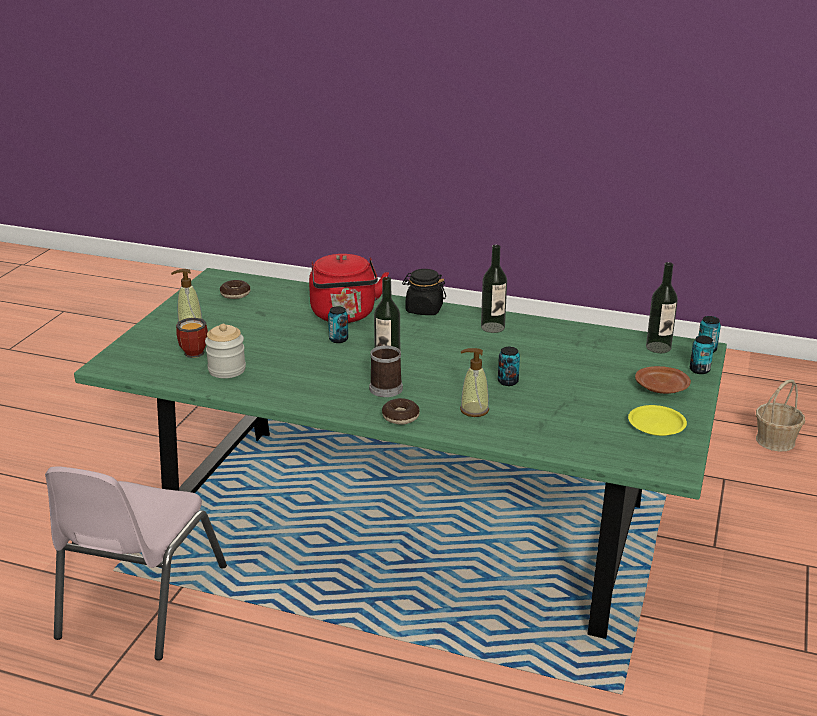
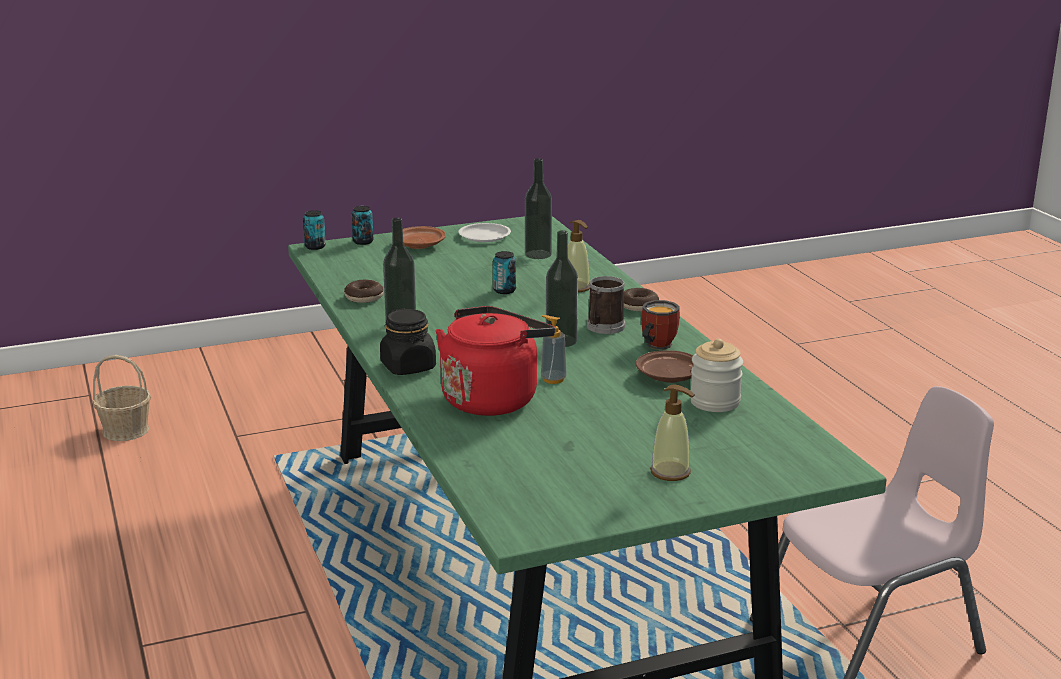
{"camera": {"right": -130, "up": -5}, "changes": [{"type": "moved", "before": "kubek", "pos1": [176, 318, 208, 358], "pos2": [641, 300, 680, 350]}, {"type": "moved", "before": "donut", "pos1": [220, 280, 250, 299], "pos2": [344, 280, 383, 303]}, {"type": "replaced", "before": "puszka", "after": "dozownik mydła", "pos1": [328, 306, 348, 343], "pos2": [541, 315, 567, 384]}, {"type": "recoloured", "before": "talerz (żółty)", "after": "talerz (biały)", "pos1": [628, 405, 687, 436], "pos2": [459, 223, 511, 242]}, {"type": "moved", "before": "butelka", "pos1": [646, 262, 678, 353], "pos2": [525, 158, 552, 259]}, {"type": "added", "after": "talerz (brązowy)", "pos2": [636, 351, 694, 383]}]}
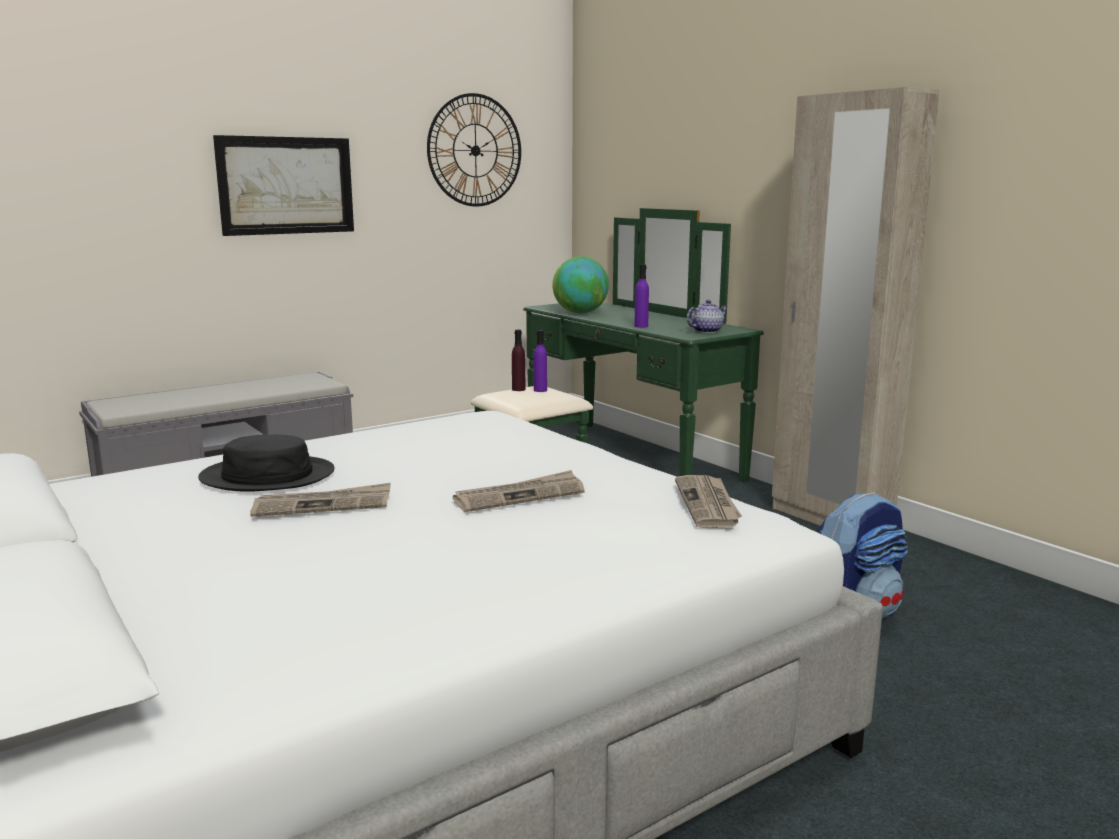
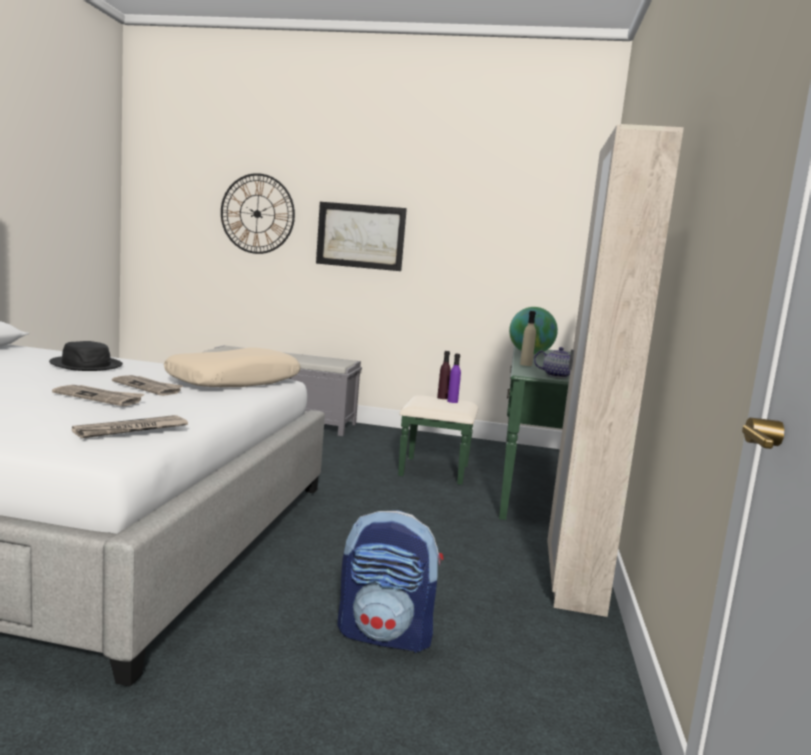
{"camera": {"right": 45, "up": -5}, "changes": [{"type": "moved", "before": "gazeta", "pos1": [250, 483, 391, 517], "pos2": [112, 375, 183, 396]}, {"type": "moved", "before": "zegar ścienny", "pos1": [427, 93, 521, 207], "pos2": [221, 173, 295, 254]}, {"type": "recoloured", "before": "butelka (fioletowy)", "after": "butelka (beżowy)", "pos1": [635, 264, 649, 328], "pos2": [520, 311, 536, 366]}, {"type": "added", "after": "poduszka (beżowy)", "pos2": [164, 347, 301, 387]}]}
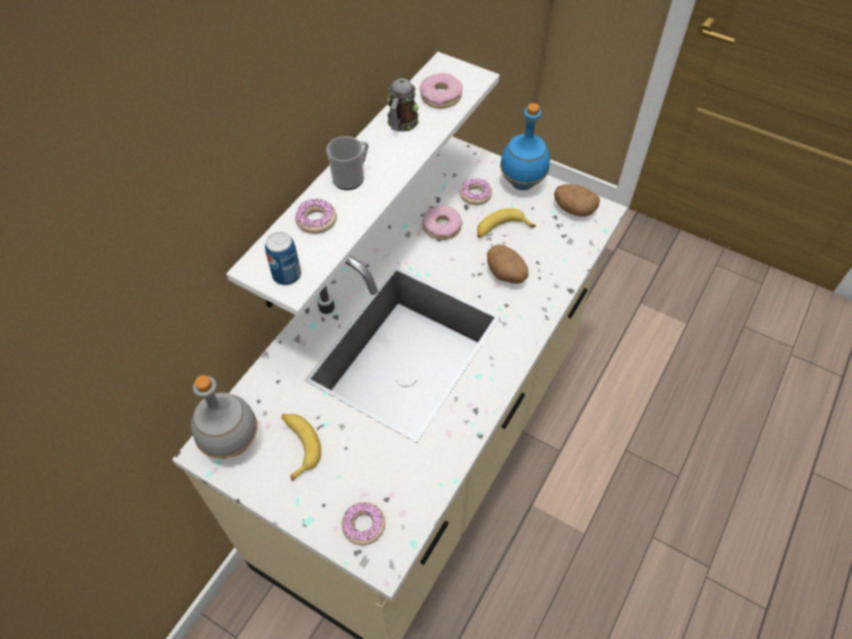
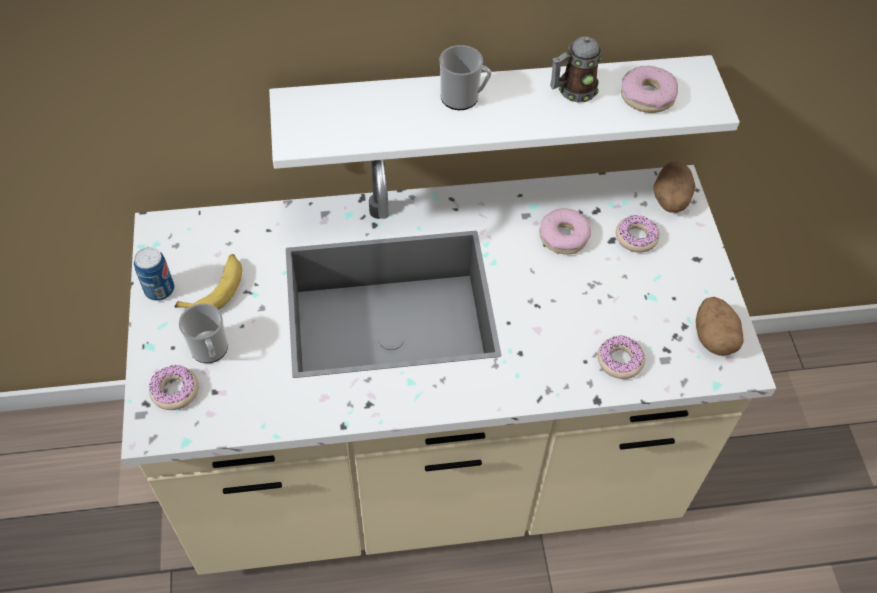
{"camera": {"right": 50, "up": 0}, "changes": [{"type": "removed", "before": "butelka (szary)", "pos1": [191, 375, 258, 459]}, {"type": "moved", "before": "puszka", "pos1": [265, 232, 301, 285], "pos2": [134, 247, 174, 301]}, {"type": "moved", "before": "donut", "pos1": [295, 199, 337, 234], "pos2": [598, 335, 645, 379]}, {"type": "removed", "before": "banan", "pos1": [477, 208, 536, 238]}, {"type": "moved", "before": "ziemniak", "pos1": [487, 245, 528, 284], "pos2": [653, 162, 696, 213]}, {"type": "removed", "before": "butelka (niebieski)", "pos1": [500, 103, 550, 190]}, {"type": "added", "after": "kubek", "pos2": [179, 303, 228, 363]}]}
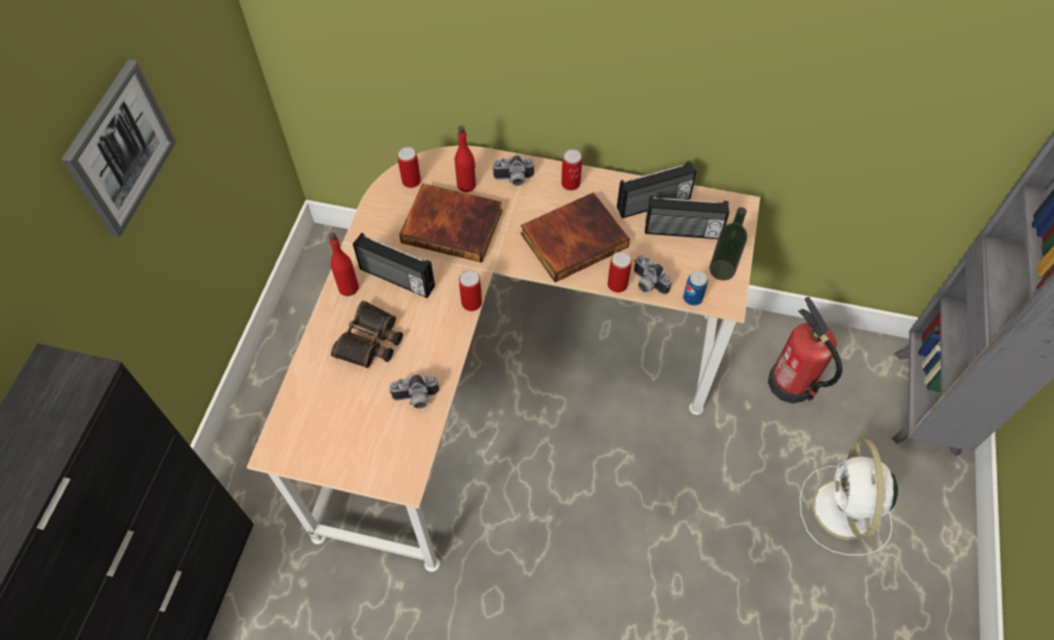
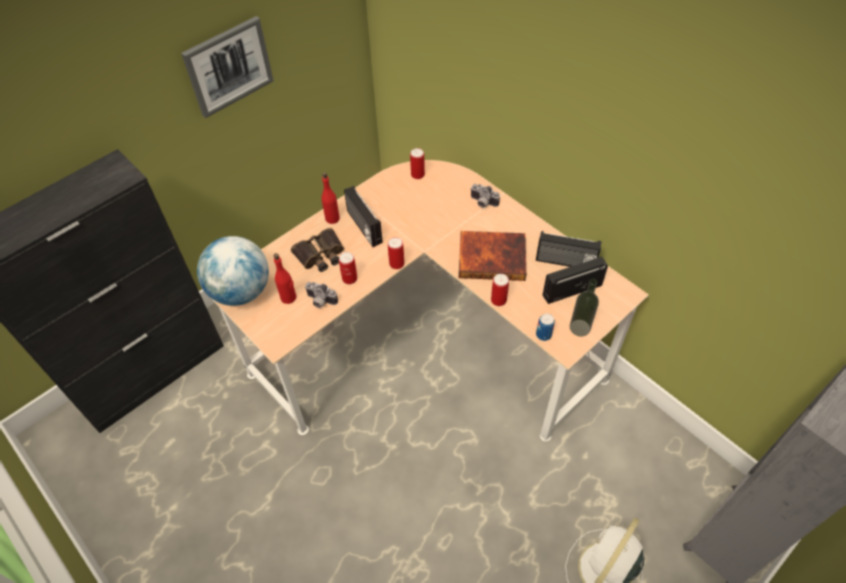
{"camera": {"right": 35, "up": -5}, "changes": [{"type": "removed", "before": "książka", "pos1": [399, 184, 502, 263]}, {"type": "moved", "before": "butelka (czerwony)", "pos1": [454, 125, 476, 192], "pos2": [274, 253, 296, 304]}, {"type": "moved", "before": "puszka", "pos1": [561, 149, 582, 191], "pos2": [339, 252, 357, 284]}, {"type": "removed", "before": "aparat fotograficzny", "pos1": [634, 255, 672, 295]}, {"type": "turned", "before": "radio", "pos1": [645, 195, 729, 239], "pos2": [543, 257, 608, 304], "turn": 120}, {"type": "removed", "before": "gaśnica", "pos1": [768, 297, 843, 404]}, {"type": "added", "after": "globus", "pos2": [197, 236, 269, 306]}]}
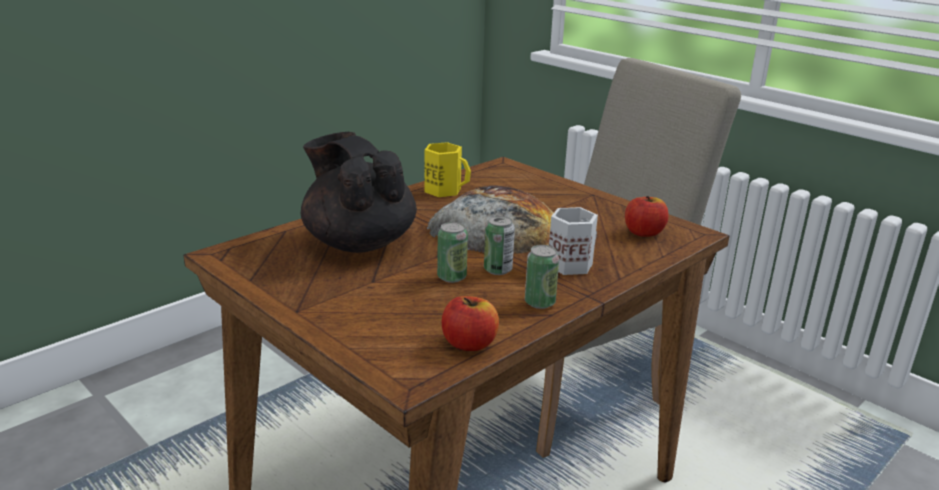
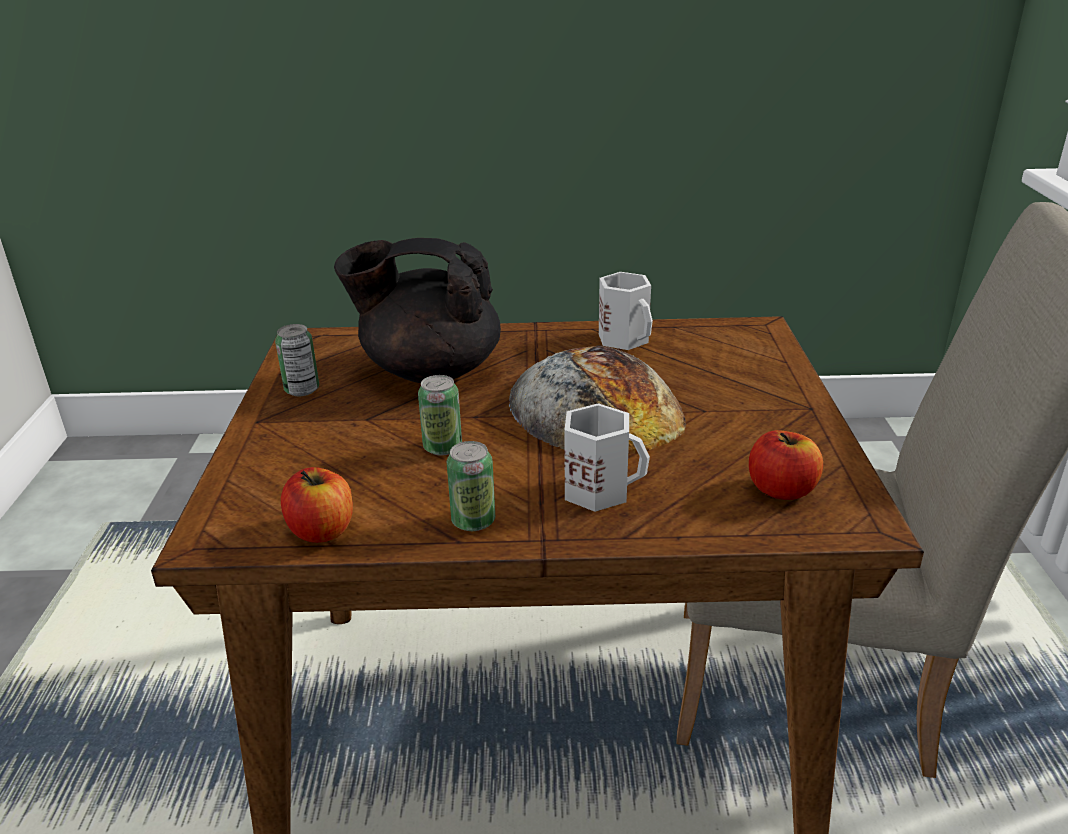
{"camera": {"right": 45, "up": 5}, "changes": [{"type": "turned", "before": "imbryk (czarny)", "pos1": [301, 132, 417, 253], "pos2": [334, 238, 501, 383], "turn": -90}, {"type": "recoloured", "before": "kubek (żółty)", "after": "kubek (biały)", "pos1": [424, 142, 471, 197], "pos2": [599, 272, 653, 350]}, {"type": "moved", "before": "puszka", "pos1": [484, 216, 515, 275], "pos2": [275, 324, 319, 396]}]}
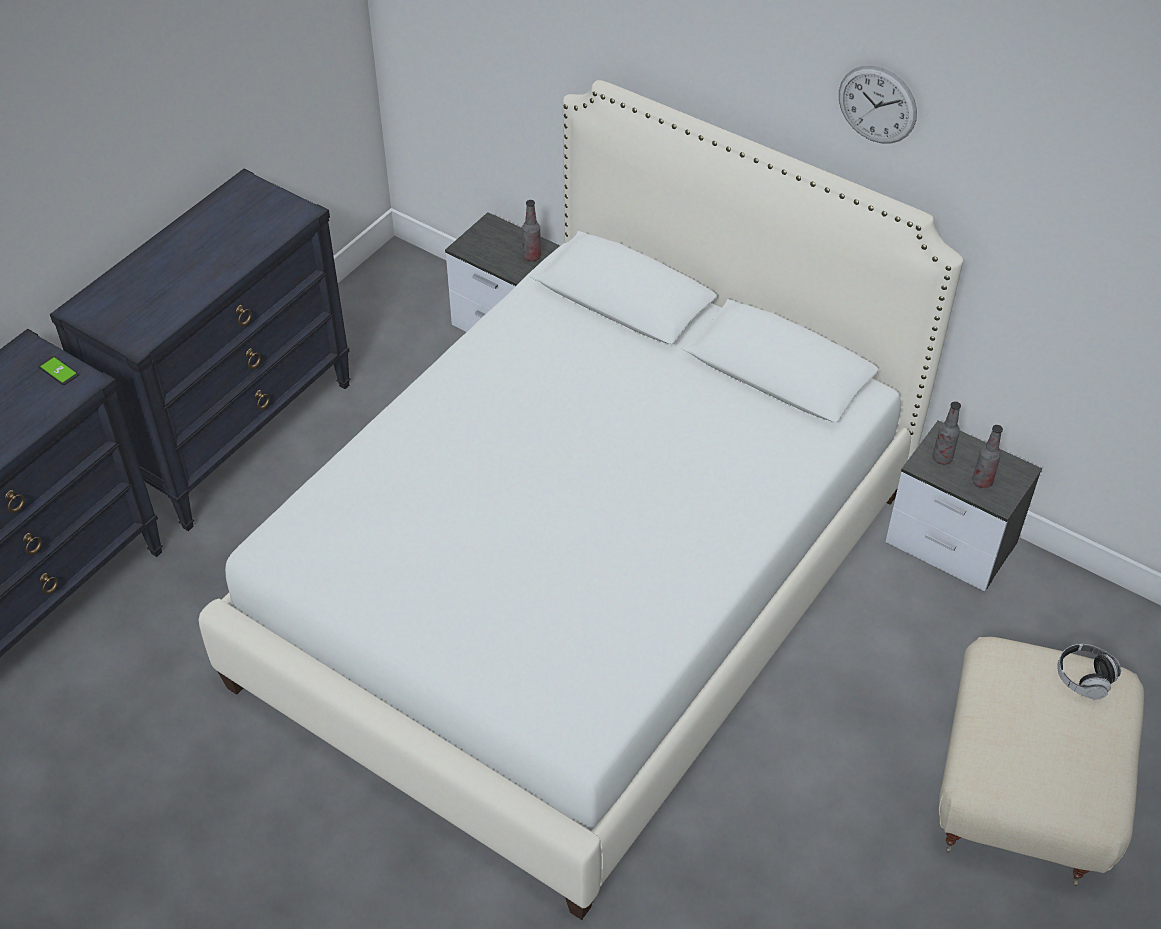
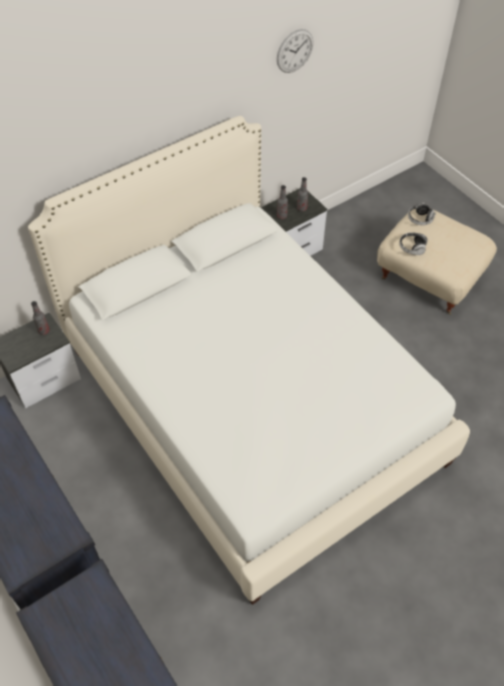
{"camera": {"right": -70, "up": 5}, "changes": [{"type": "removed", "before": "telefon", "pos1": [38, 356, 79, 385]}, {"type": "moved", "before": "zegar ścienny", "pos1": [839, 65, 917, 144], "pos2": [277, 29, 313, 73]}, {"type": "added", "after": "słuchawki", "pos2": [399, 232, 428, 255]}]}
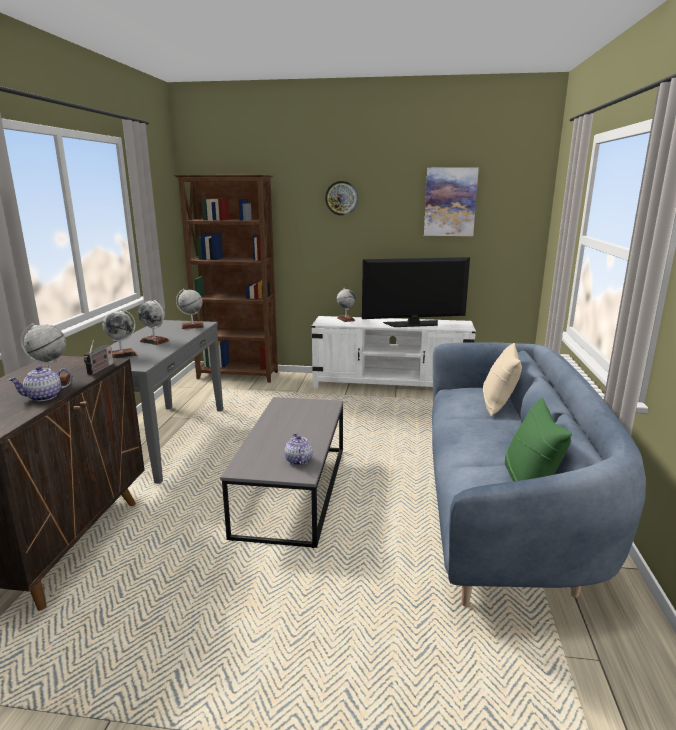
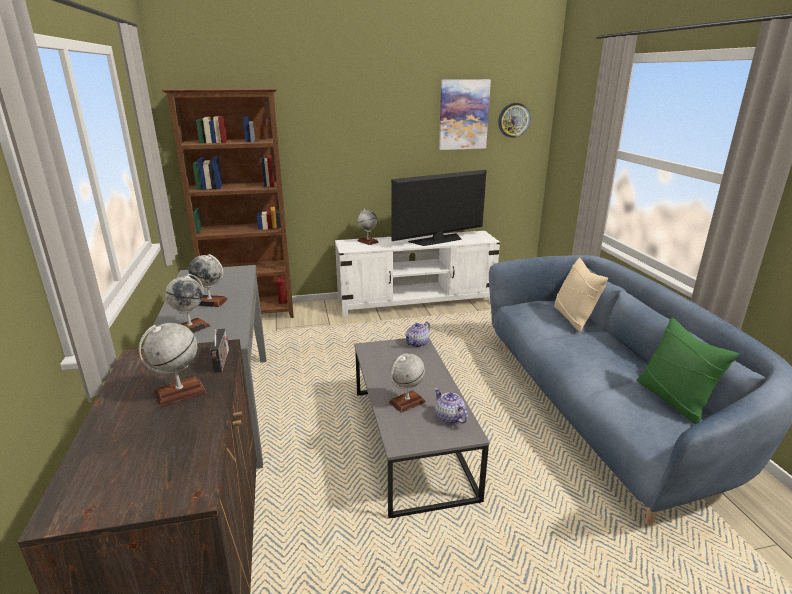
{"camera": {"right": -20, "up": 5}, "changes": [{"type": "moved", "before": "imbryk", "pos1": [8, 366, 73, 401], "pos2": [404, 322, 430, 347]}, {"type": "moved", "before": "globus", "pos1": [176, 289, 204, 329], "pos2": [389, 353, 426, 413]}, {"type": "moved", "before": "zegar ścienny", "pos1": [325, 181, 358, 216], "pos2": [498, 103, 530, 138]}]}
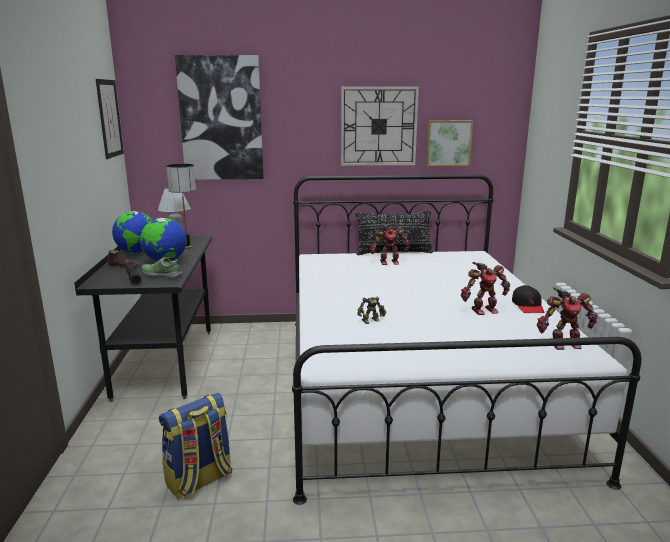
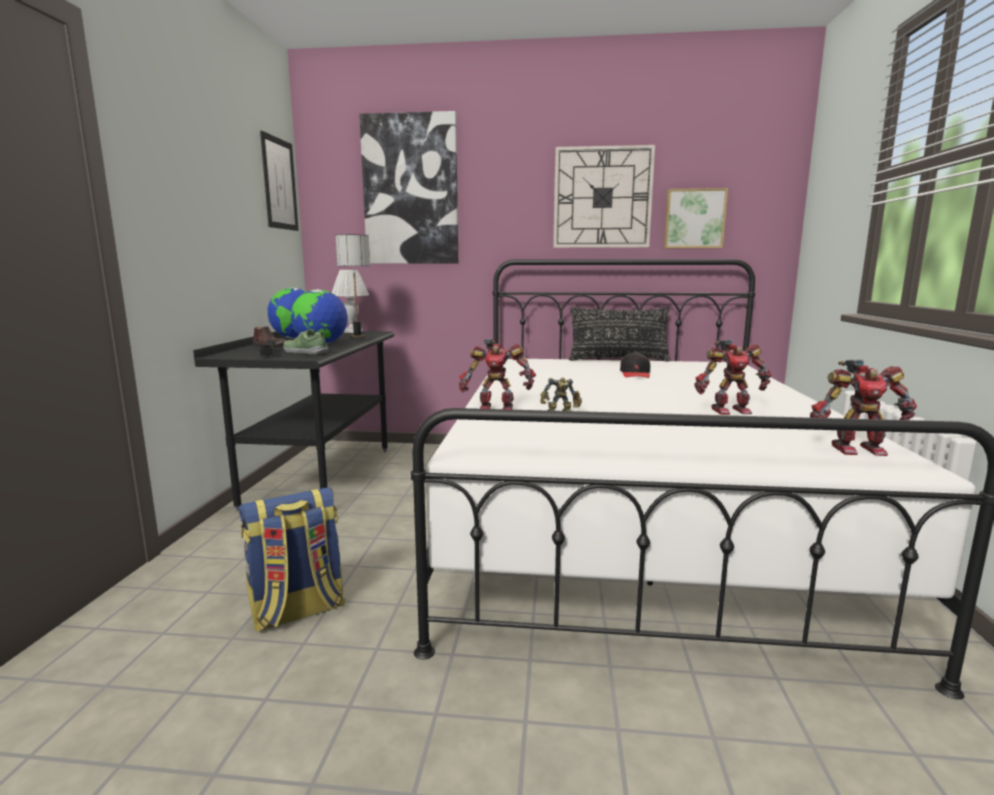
{"camera": {"right": 10, "up": -5}, "changes": [{"type": "moved", "before": "robot zabawkowy", "pos1": [370, 225, 410, 265], "pos2": [459, 338, 536, 410]}, {"type": "moved", "before": "czapka z daszkiem (czarny)", "pos1": [512, 285, 544, 313], "pos2": [620, 352, 650, 378]}]}
